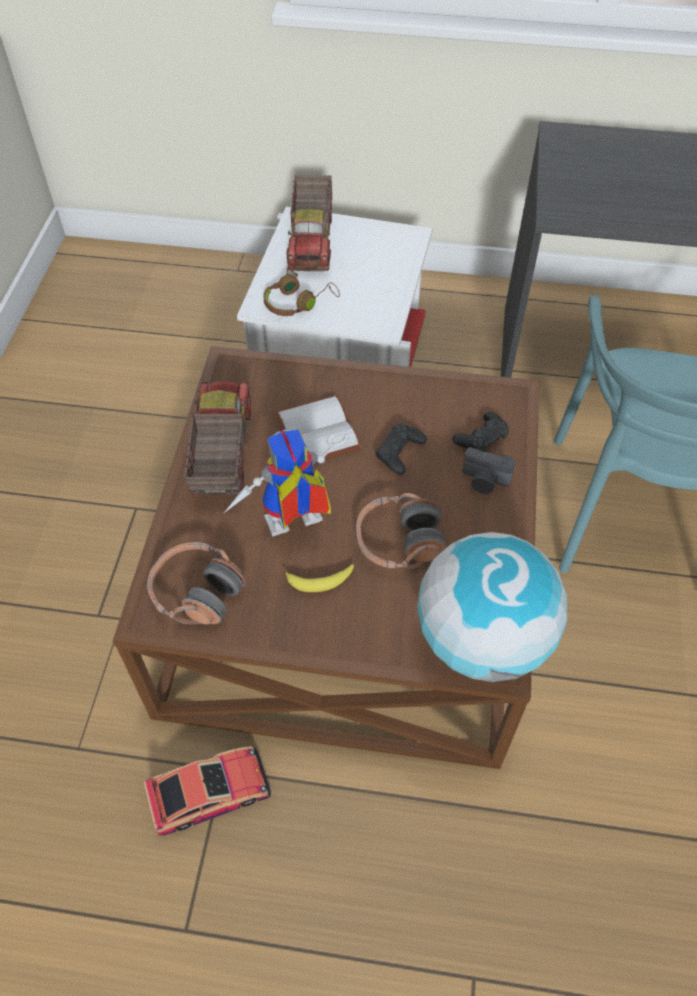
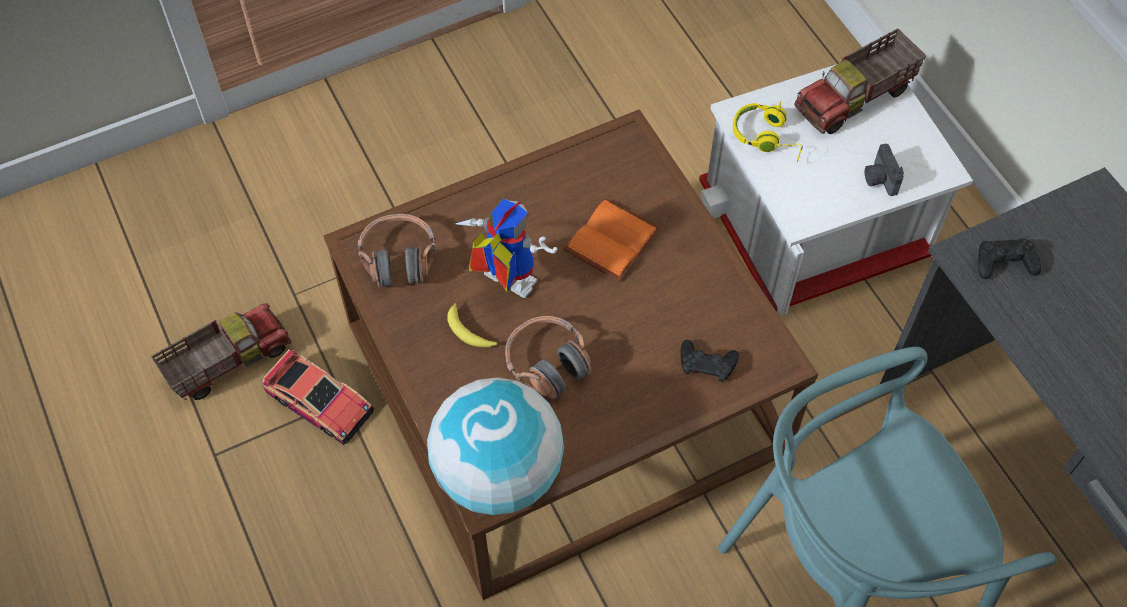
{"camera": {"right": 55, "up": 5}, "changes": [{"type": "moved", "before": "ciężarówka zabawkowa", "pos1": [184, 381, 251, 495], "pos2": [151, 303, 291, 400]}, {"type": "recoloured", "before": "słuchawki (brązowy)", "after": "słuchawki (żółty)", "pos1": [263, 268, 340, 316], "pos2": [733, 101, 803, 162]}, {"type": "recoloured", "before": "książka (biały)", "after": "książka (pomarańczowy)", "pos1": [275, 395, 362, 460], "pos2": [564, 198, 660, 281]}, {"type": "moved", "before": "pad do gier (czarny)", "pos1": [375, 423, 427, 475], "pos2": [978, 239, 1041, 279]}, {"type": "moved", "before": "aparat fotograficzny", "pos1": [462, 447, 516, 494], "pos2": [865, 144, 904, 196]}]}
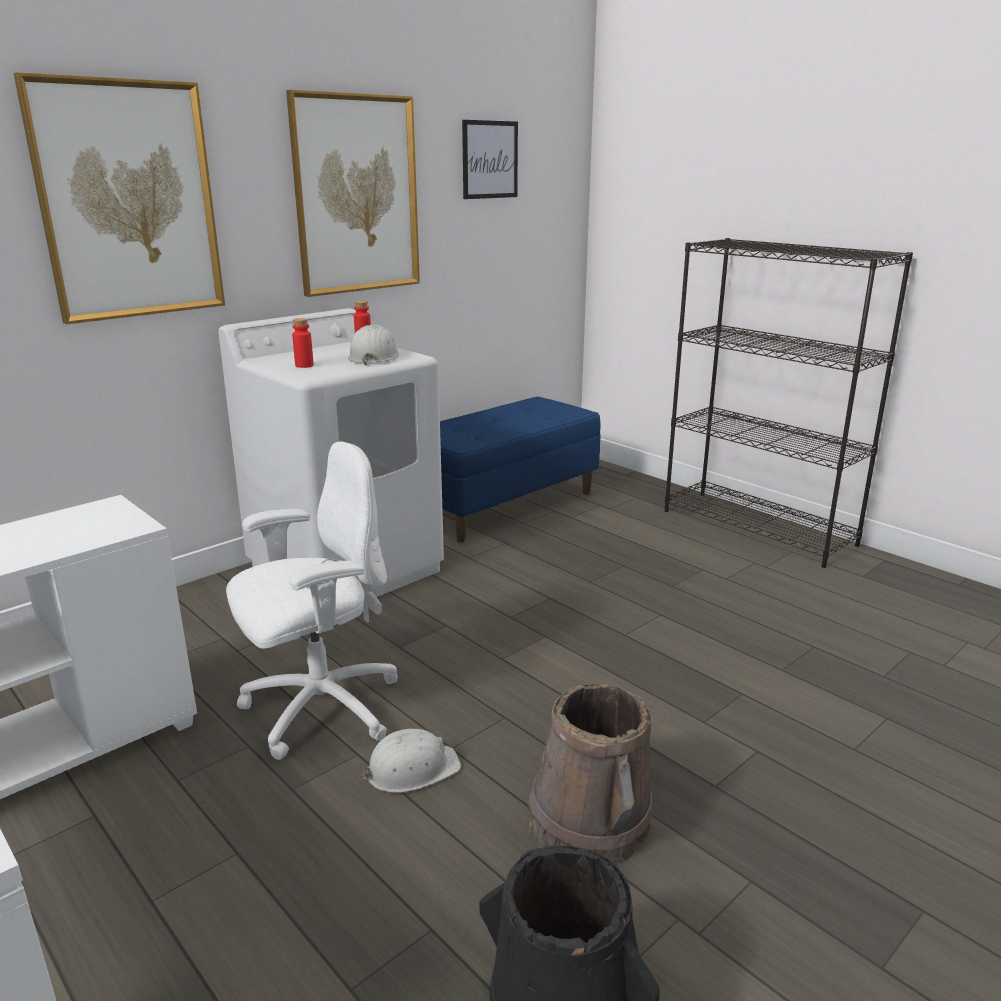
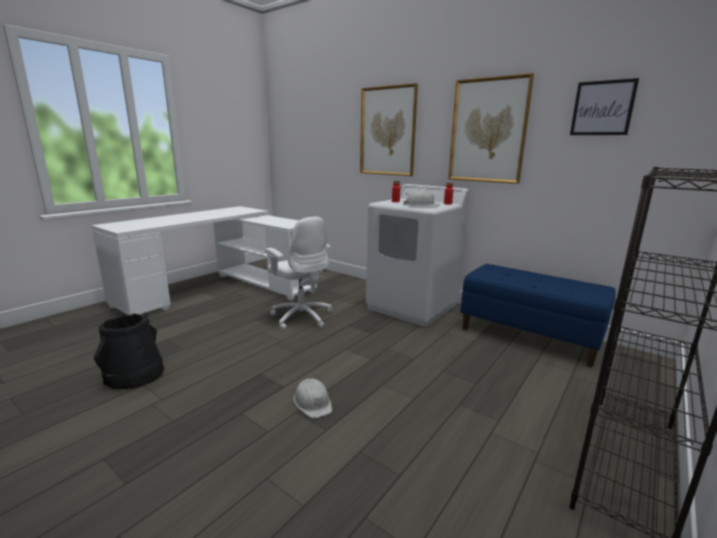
{"camera": {"right": 80, "up": -5}, "changes": [{"type": "moved", "before": "kask (biały)", "pos1": [361, 729, 461, 793], "pos2": [294, 378, 332, 418]}, {"type": "removed", "before": "wiadro (brązowy)", "pos1": [527, 684, 653, 863]}]}
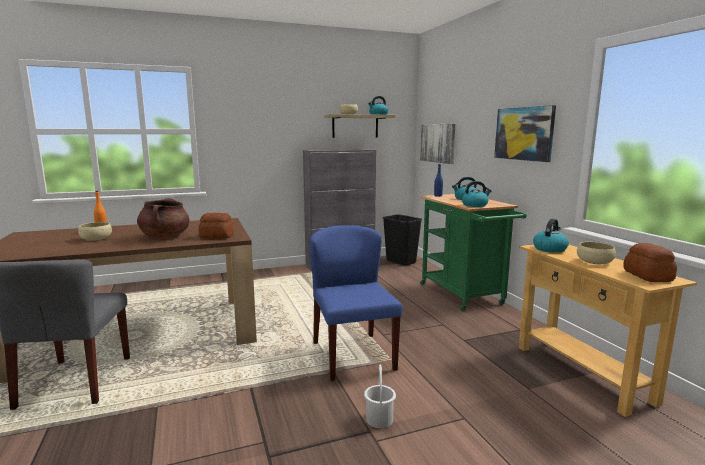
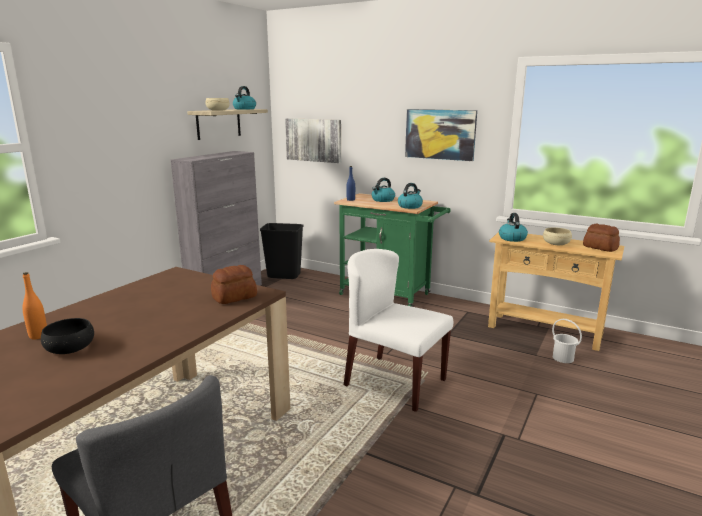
{"camera": {"right": -40, "up": 5}, "changes": [{"type": "recoloured", "before": "miska (beżowy)", "after": "miska (czarny)", "pos1": [78, 222, 112, 241], "pos2": [41, 318, 94, 354]}, {"type": "removed", "before": "garnek (brązowy)", "pos1": [137, 198, 189, 238]}, {"type": "recoloured", "before": "krzesło (niebieski)", "after": "krzesło (biały)", "pos1": [310, 225, 403, 381], "pos2": [344, 249, 453, 412]}, {"type": "moved", "before": "wiadro (biały)", "pos1": [364, 365, 396, 428], "pos2": [552, 319, 582, 363]}]}
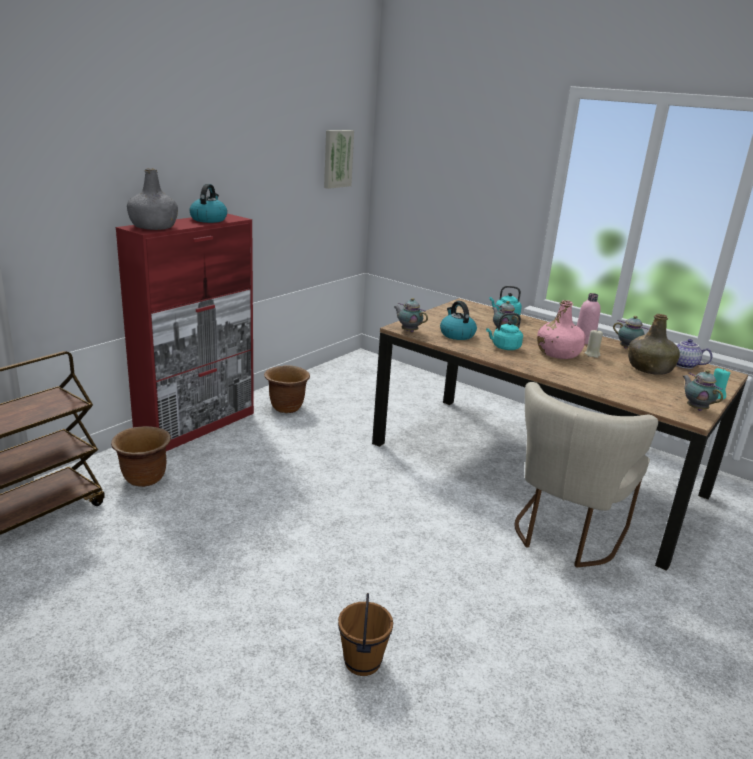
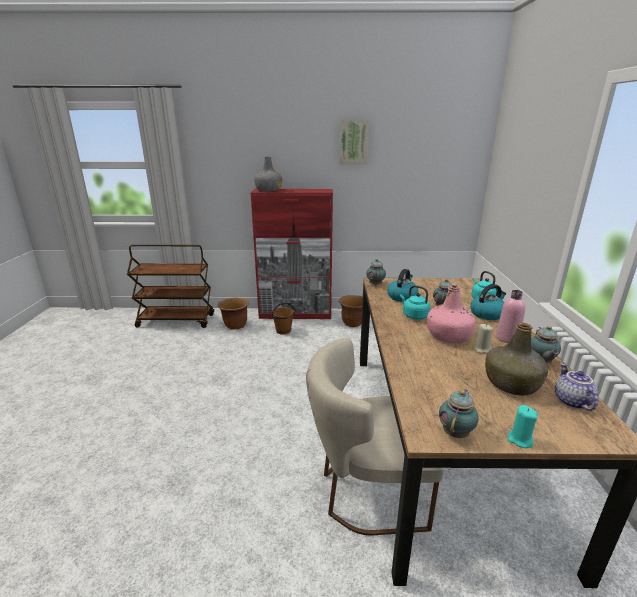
{"camera": {"right": 55, "up": 0}, "changes": [{"type": "moved", "before": "czajnik", "pos1": [190, 184, 227, 223], "pos2": [470, 284, 506, 320]}, {"type": "moved", "before": "obraz", "pos1": [324, 130, 354, 189], "pos2": [339, 120, 369, 165]}, {"type": "moved", "before": "wiadro (brązowy)", "pos1": [338, 593, 393, 676], "pos2": [271, 303, 295, 335]}]}
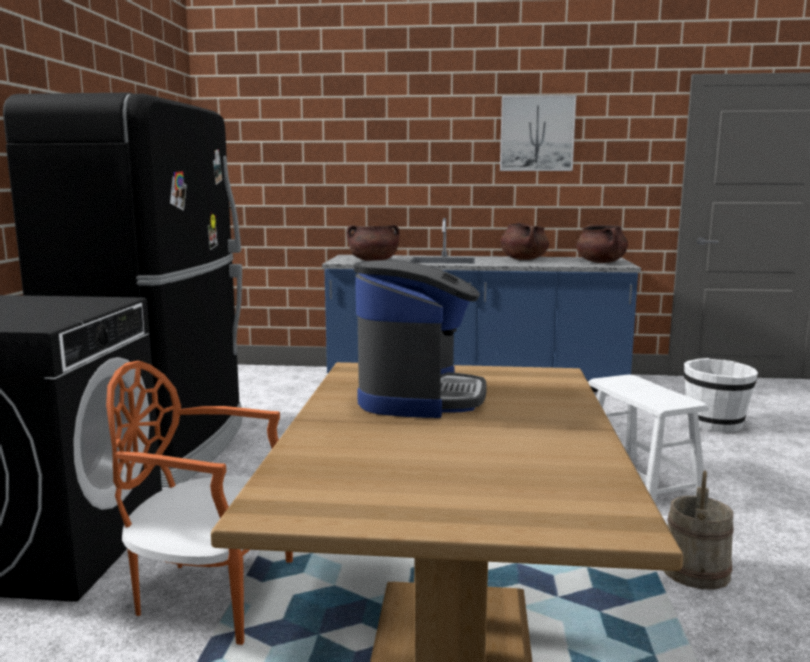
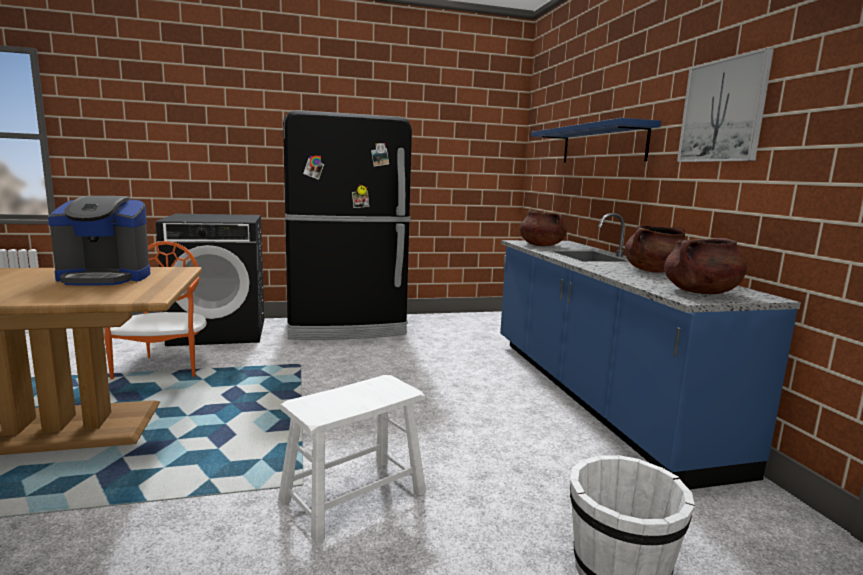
{"camera": {"right": 70, "up": 0}, "changes": [{"type": "removed", "before": "wiadro (beżowy)", "pos1": [663, 470, 734, 589]}, {"type": "added", "after": "półka (niebieski)", "pos2": [531, 118, 661, 163]}]}
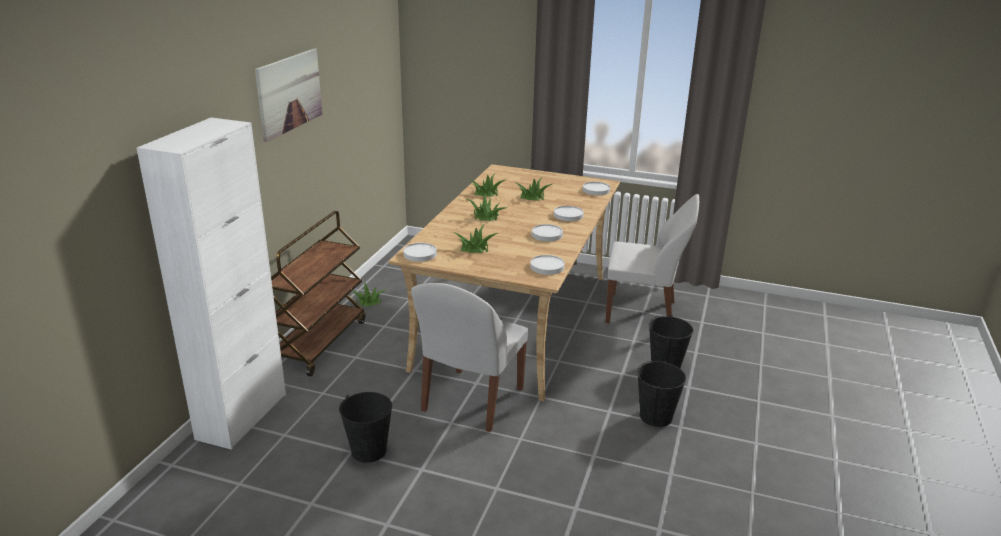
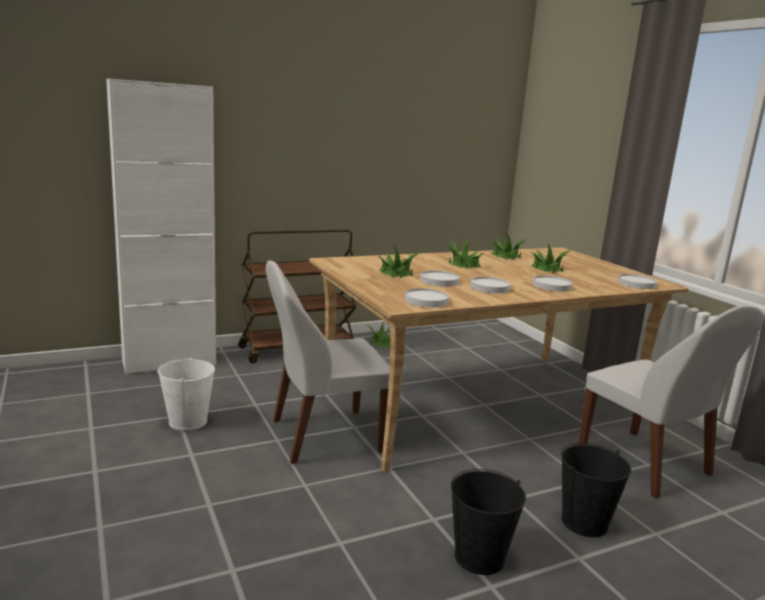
{"camera": {"right": 45, "up": -10}, "changes": [{"type": "removed", "before": "obraz", "pos1": [255, 49, 322, 142]}, {"type": "recoloured", "before": "wiadro (czarny)", "after": "wiadro (biały)", "pos1": [339, 392, 392, 463], "pos2": [157, 356, 215, 431]}, {"type": "moved", "before": "talerz (biały)", "pos1": [403, 243, 437, 262], "pos2": [420, 270, 459, 286]}]}
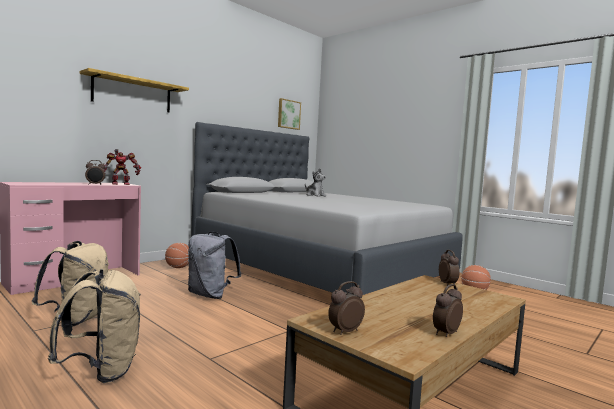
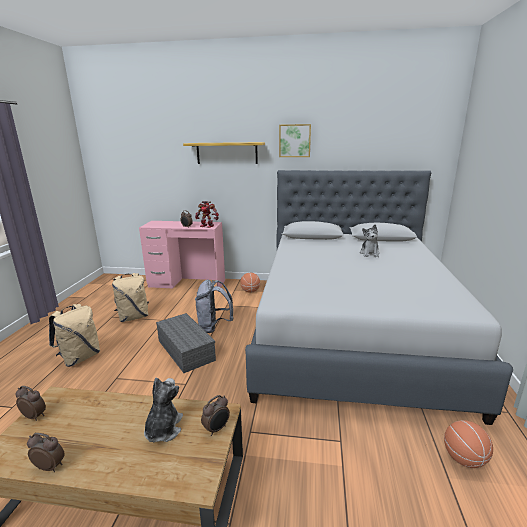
{"camera": {"right": 55, "up": 15}, "changes": [{"type": "moved", "before": "obraz", "pos1": [278, 98, 301, 130], "pos2": [279, 124, 311, 157]}, {"type": "added", "after": "pluszak", "pos2": [144, 378, 183, 443]}, {"type": "added", "after": "pojemnik do przechowywania (szary)", "pos2": [156, 313, 216, 373]}]}
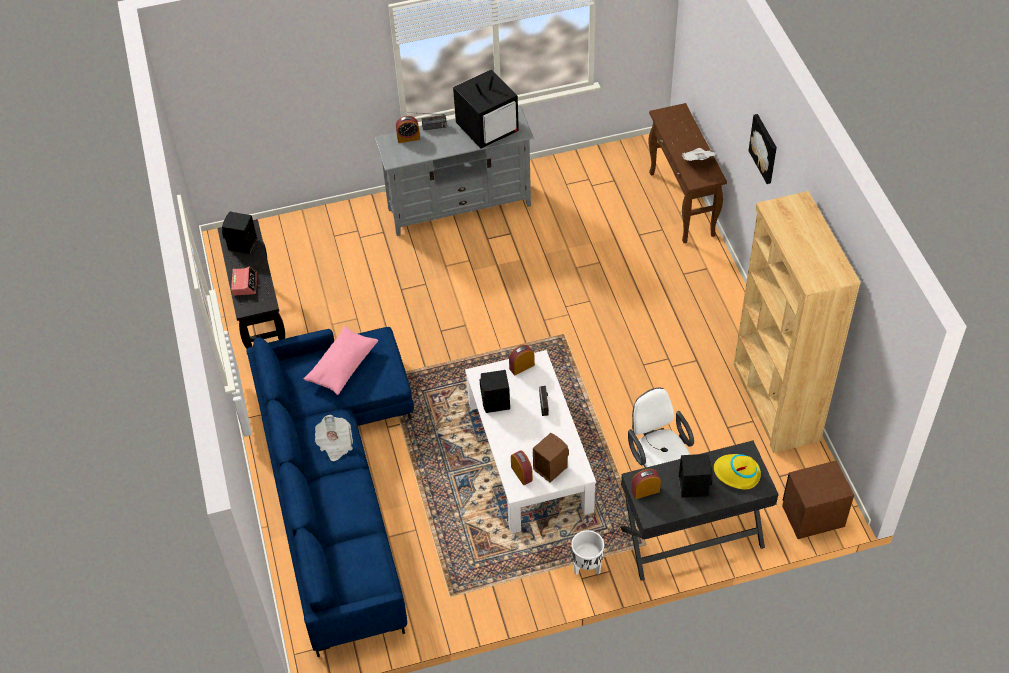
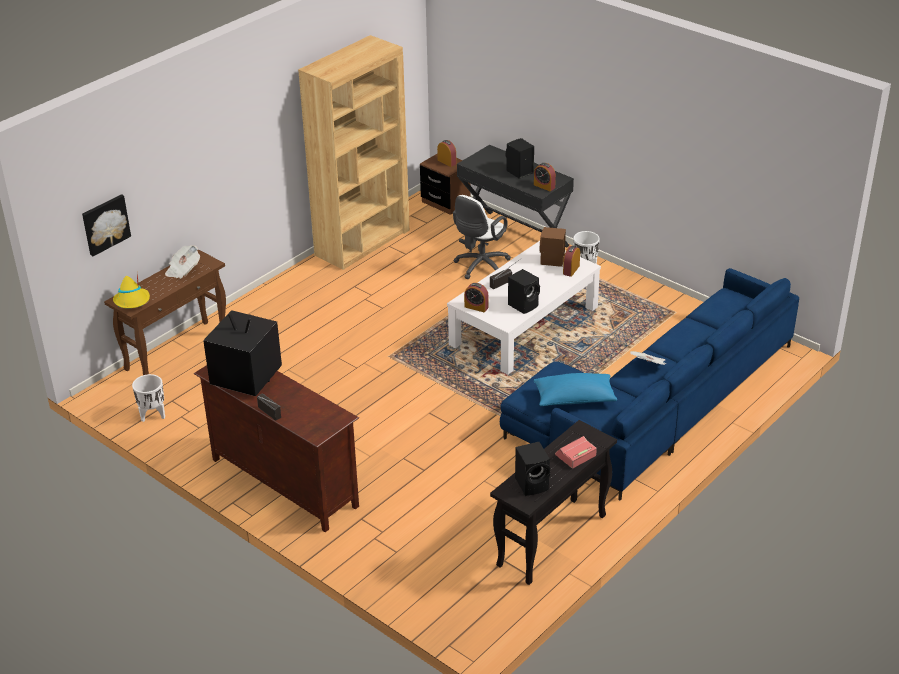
{"camera": {"right": -125, "up": -15}, "changes": [{"type": "recoloured", "before": "poduszka (różowy)", "after": "poduszka (niebieski)", "pos1": [304, 326, 378, 395], "pos2": [534, 373, 617, 406]}, {"type": "recoloured", "before": "szafka pod telewizor (szary)", "after": "szafka pod telewizor (brązowy)", "pos1": [374, 106, 534, 236], "pos2": [194, 365, 359, 532]}, {"type": "moved", "before": "budzik", "pos1": [396, 116, 420, 143], "pos2": [437, 140, 456, 167]}, {"type": "moved", "before": "kapelusz (żółty)", "pos1": [714, 454, 761, 489], "pos2": [113, 275, 150, 309]}, {"type": "moved", "before": "obraz", "pos1": [748, 114, 777, 184], "pos2": [82, 194, 131, 256]}, {"type": "added", "after": "donica (biały)", "pos2": [132, 374, 165, 422]}]}
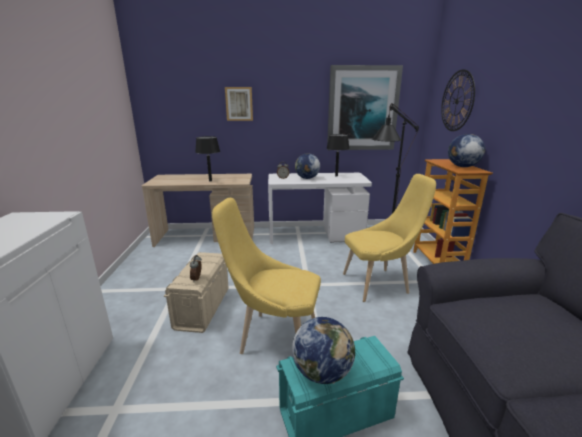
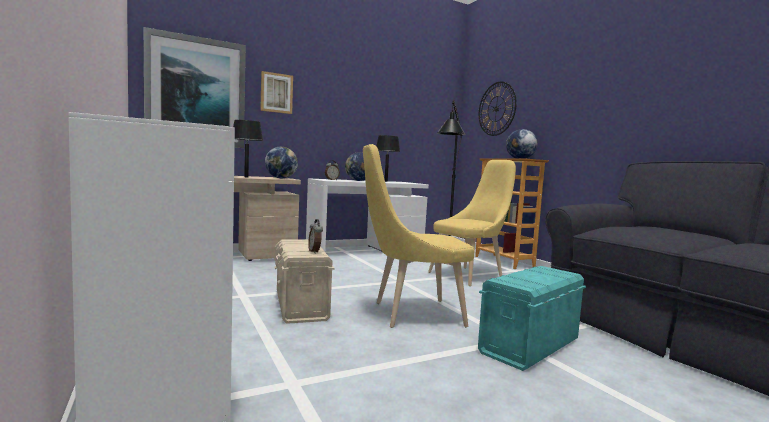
{"camera": {"right": -25, "up": -15}, "changes": [{"type": "moved", "before": "globus", "pos1": [292, 317, 355, 384], "pos2": [265, 147, 298, 178]}, {"type": "moved", "before": "obraz", "pos1": [327, 65, 403, 150], "pos2": [143, 27, 246, 148]}]}
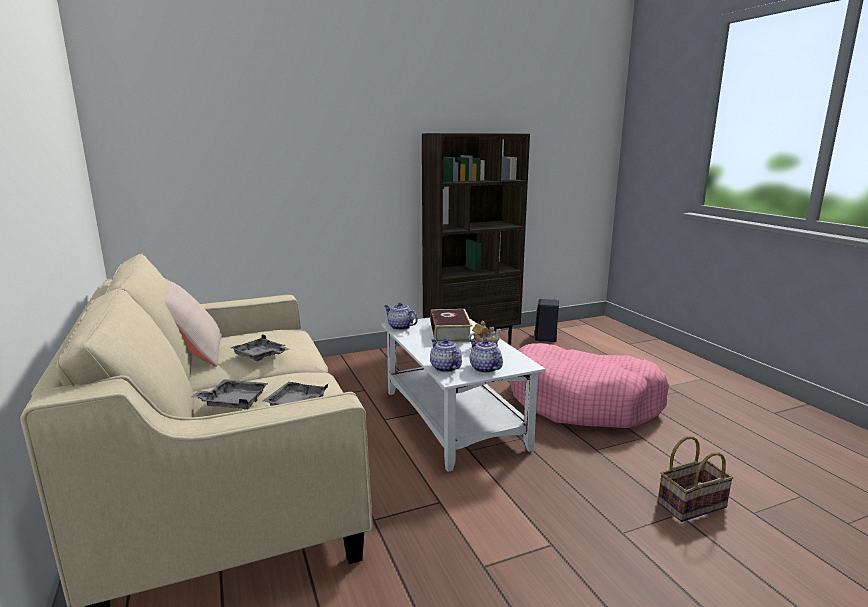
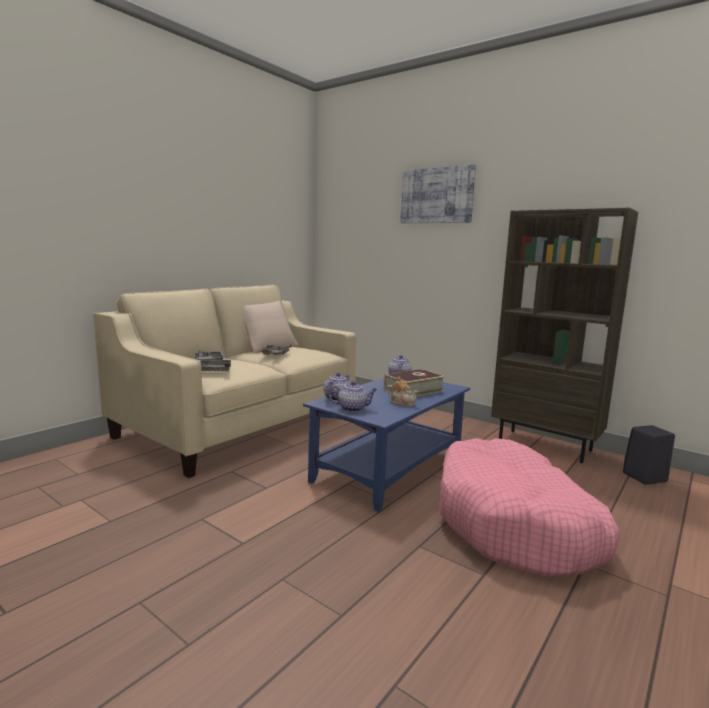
{"camera": {"right": 60, "up": -5}, "changes": [{"type": "recoloured", "before": "ława (biały)", "after": "ława (niebieski)", "pos1": [381, 317, 546, 472], "pos2": [303, 378, 470, 512]}, {"type": "turned", "before": "imbryk", "pos1": [470, 339, 503, 373], "pos2": [328, 381, 377, 412], "turn": 60}, {"type": "removed", "before": "koszyk", "pos1": [658, 436, 733, 522]}, {"type": "added", "after": "obraz", "pos2": [400, 164, 476, 223]}]}
